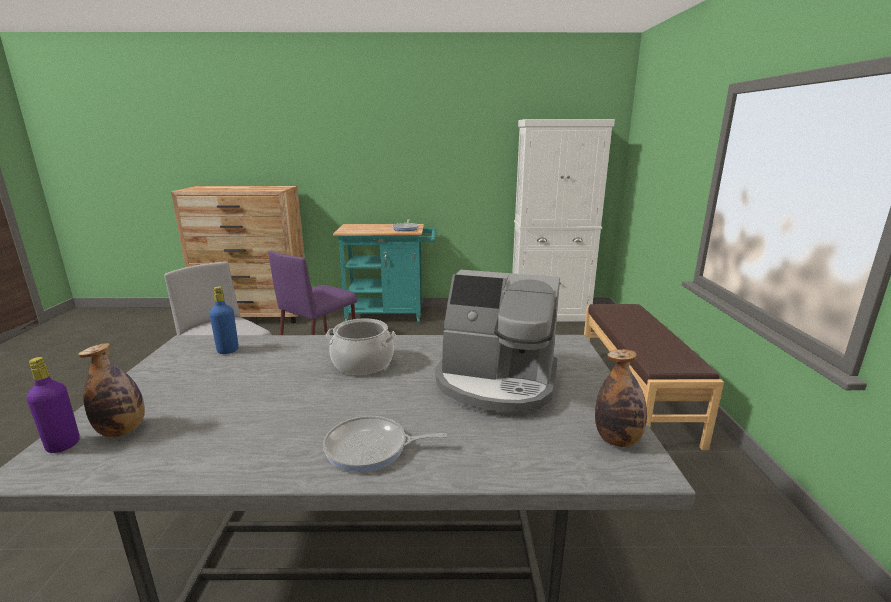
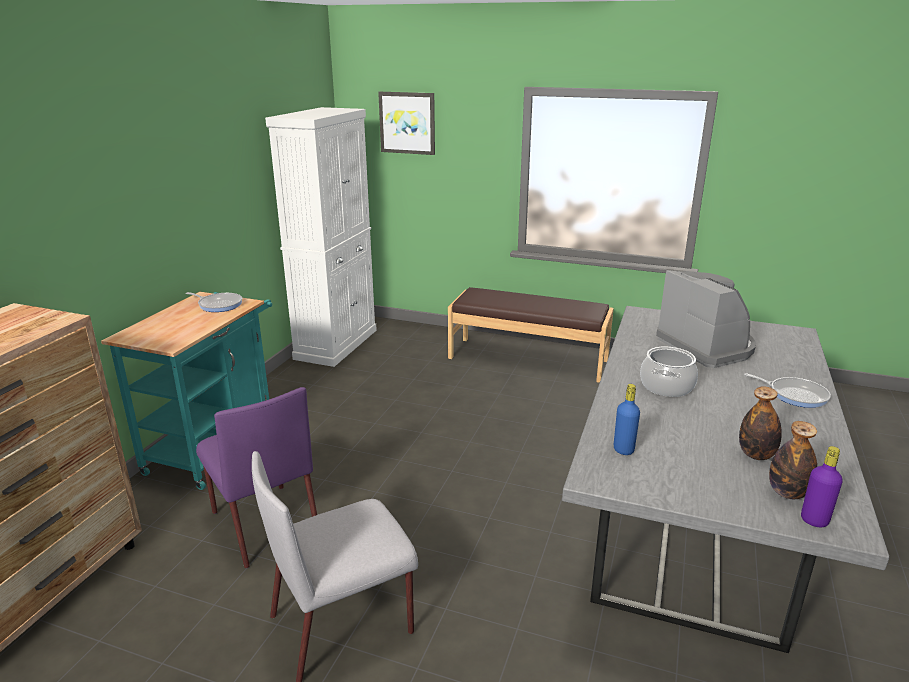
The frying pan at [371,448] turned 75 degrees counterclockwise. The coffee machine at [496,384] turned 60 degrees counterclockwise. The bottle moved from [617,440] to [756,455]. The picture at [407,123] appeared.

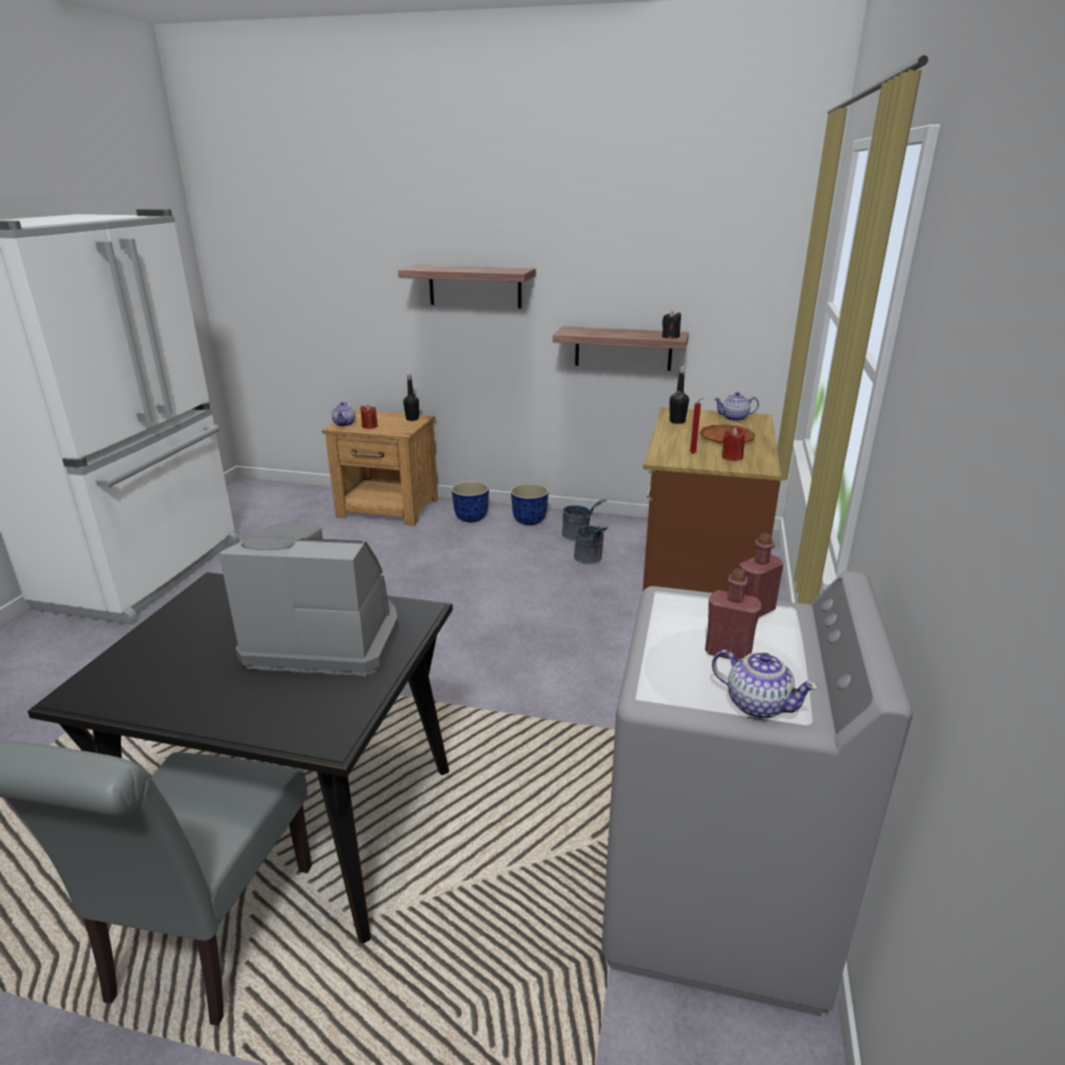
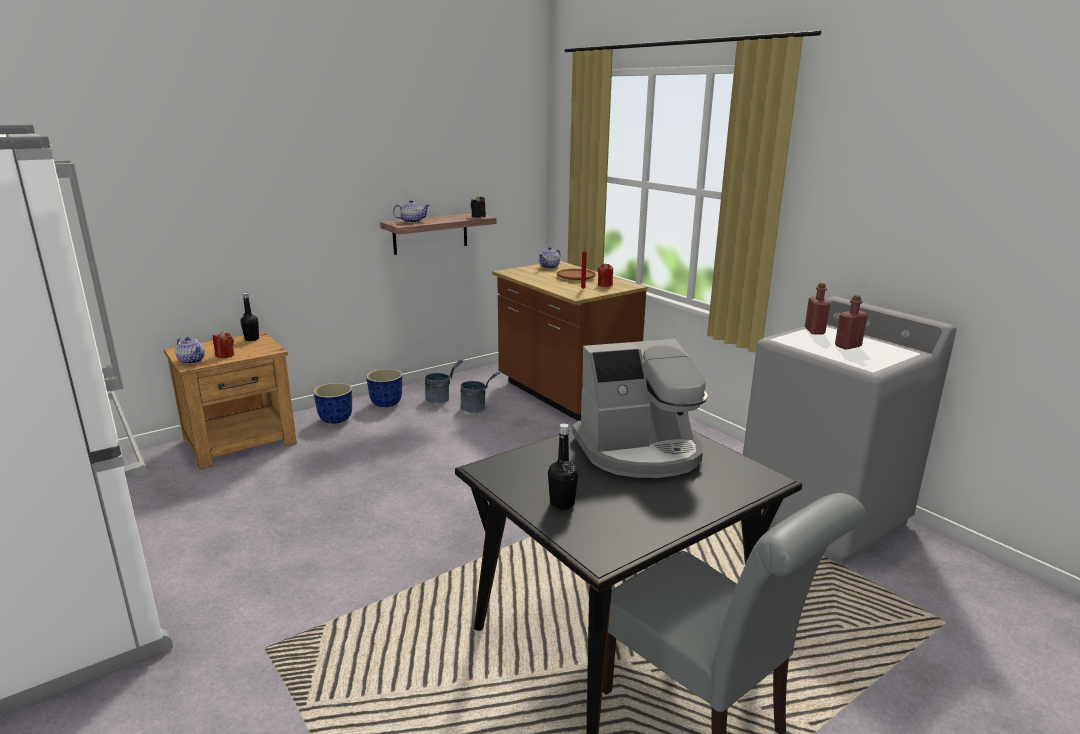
The coffee machine at [325,638] turned 150 degrees counterclockwise. The shelf at [475,286] disappeared. The bottle in black moved from [677,421] to [562,503]. The teapot moved from [757,704] to [412,221].

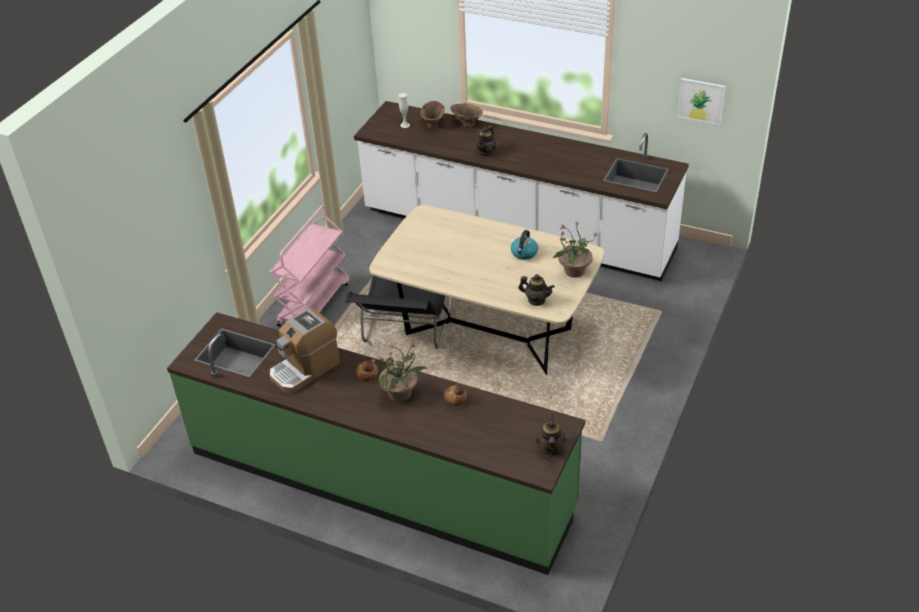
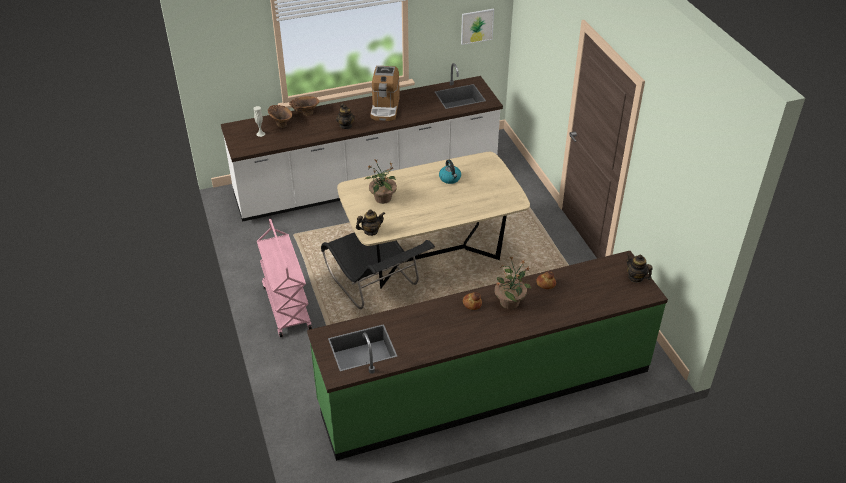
The coffee machine moved from [305,369] to [385,108]. The teapot moved from [536,300] to [371,231]. The potted plant moved from [573,271] to [382,198].

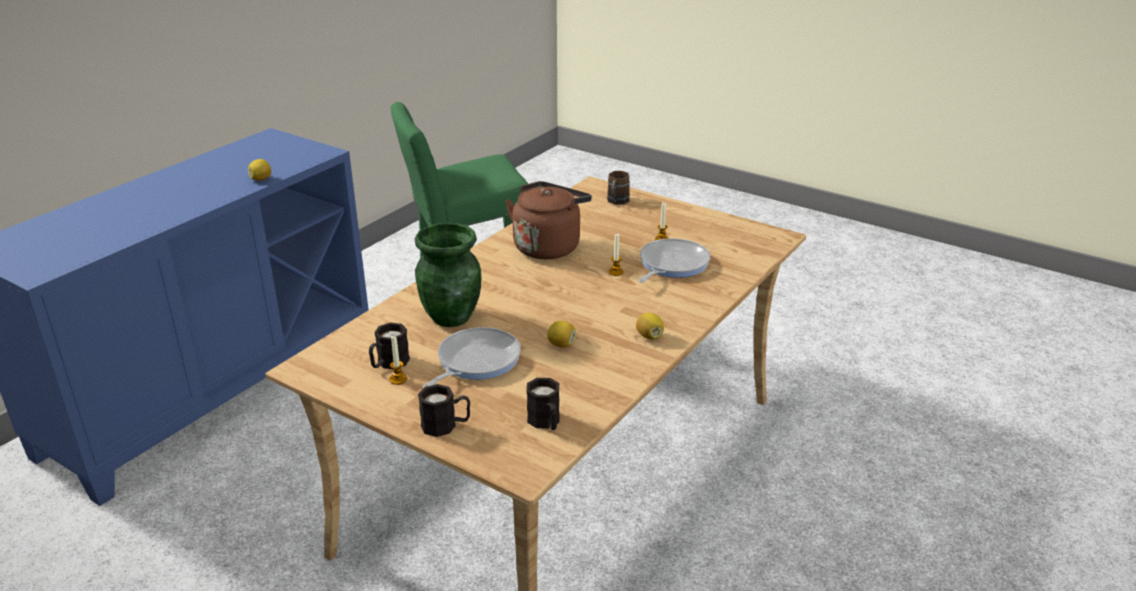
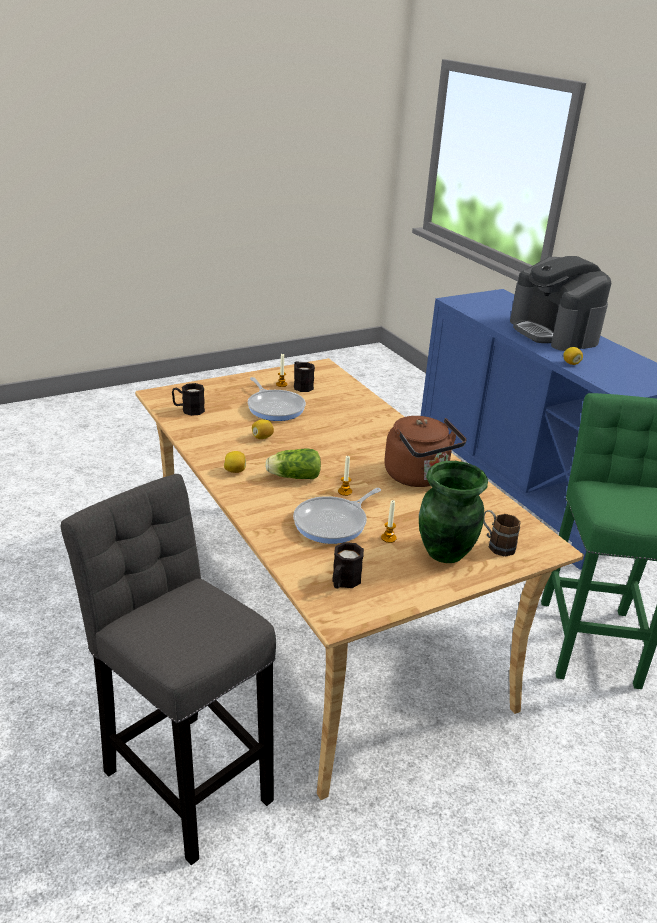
The vase in green moved from [452,317] to [445,553]. The mug in black moved from [446,425] to [343,582]. The frying pan at [671,265] turned 75 degrees clockwise. The stool in grey at [184,777] appeared. The lettuce at [292,476] appeared. The coffee machine at [554,332] appeared.

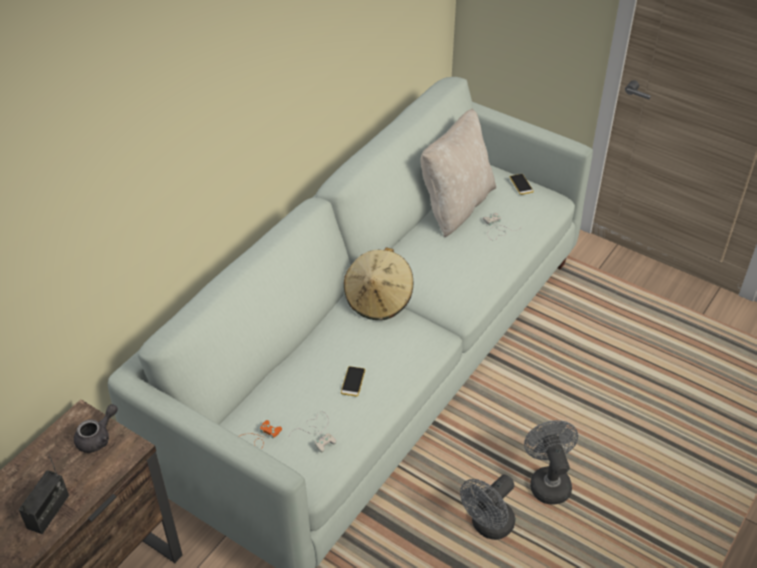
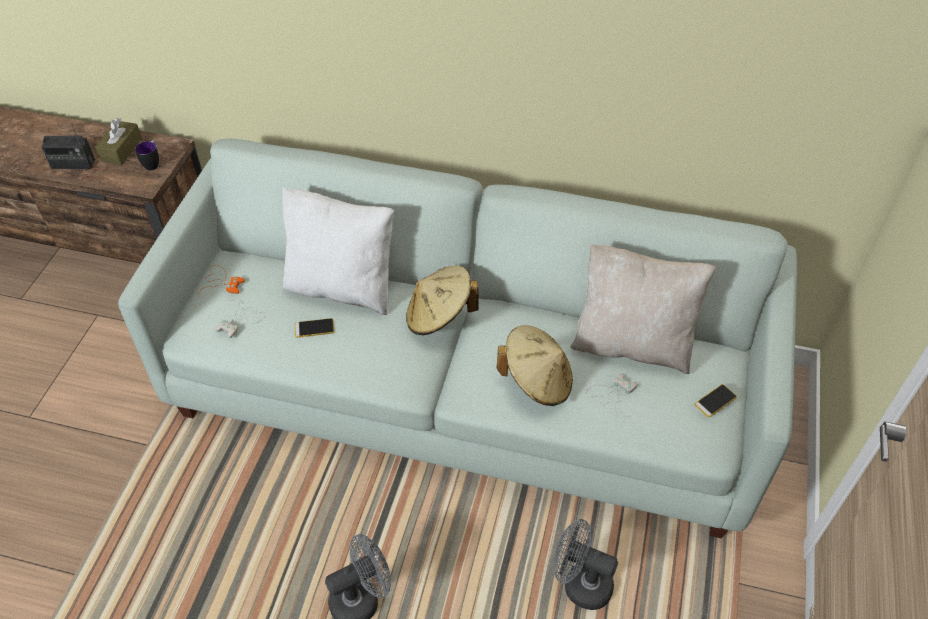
The teapot in grey at [98,437] was replaced by the mug at [153,163]. The fan in grey moved from [488,527] to [580,584]. The tissue box in brown at [121,150] appeared. The pillow in white at [342,287] appeared. The hat in beige at [537,381] appeared.

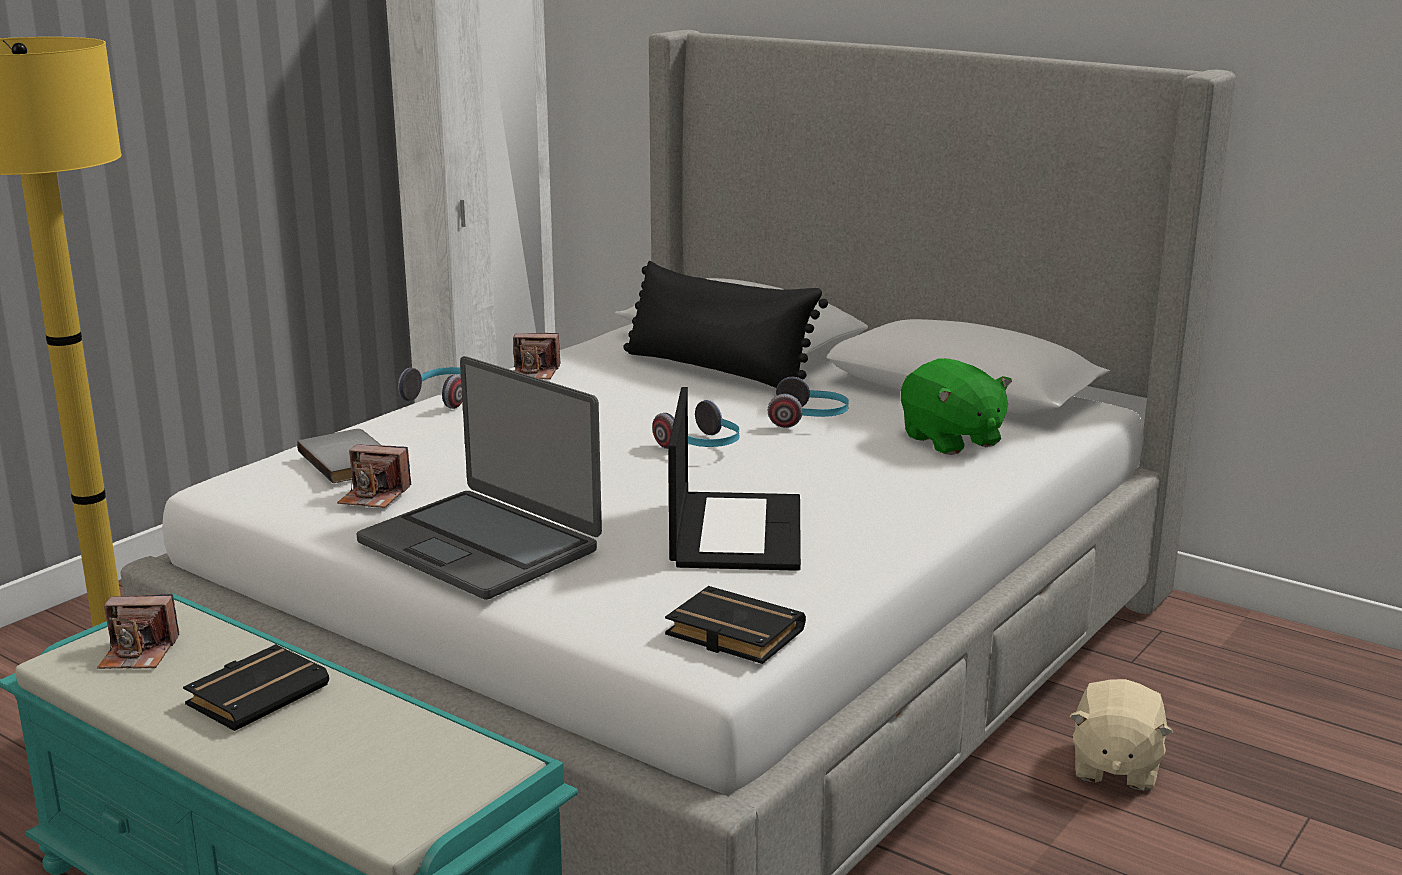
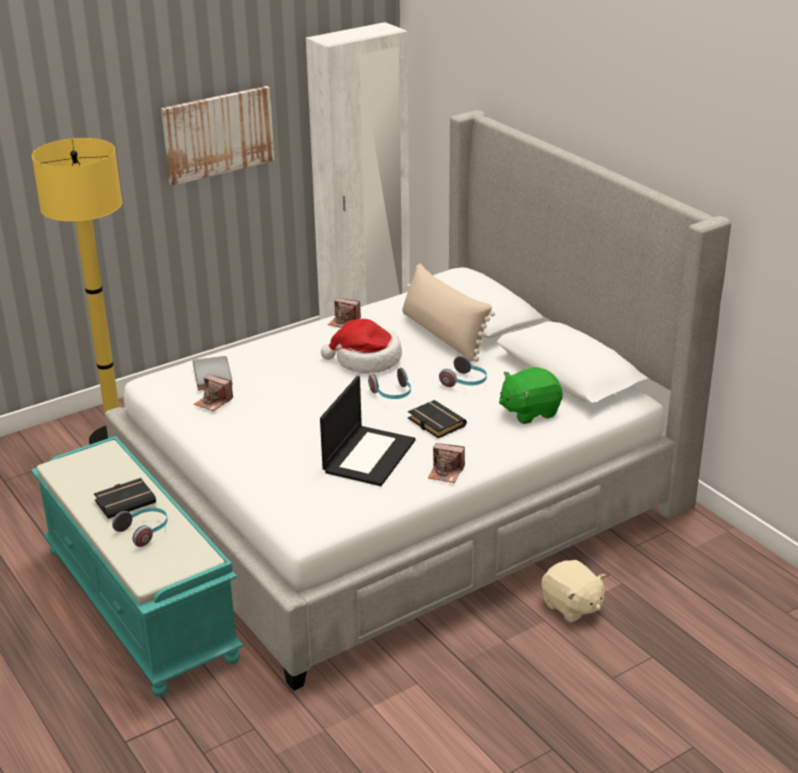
The photo camera moved from [139,654] to [446,472]. The laptop at [481,546] disappeared. The headphones moved from [444,397] to [145,531]. The pillow in black at [717,370] became the pillow in beige at [443,335]. The book in black moved from [730,634] to [434,423]. The plush toy in green at [951,440] turned 75 degrees clockwise. The plush toy in beige at [1114,767] turned 75 degrees counterclockwise. The picture at [218,134] appeared. The hat at [366,360] appeared.

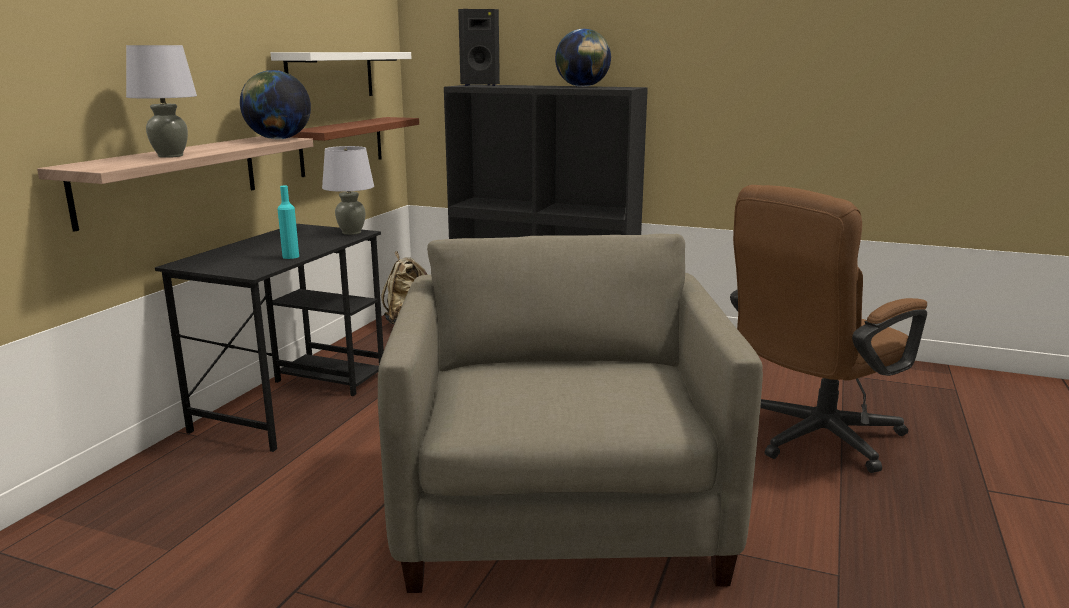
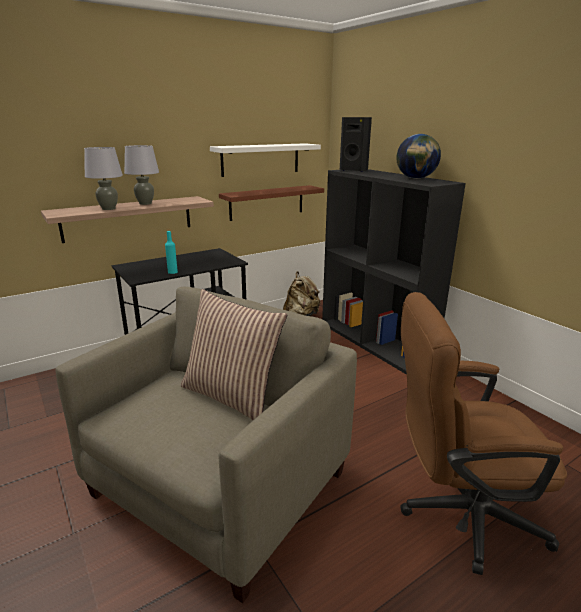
The globe at [278,139] disappeared. The table lamp in grey moved from [351,232] to [145,203]. The pillow at [232,396] appeared.

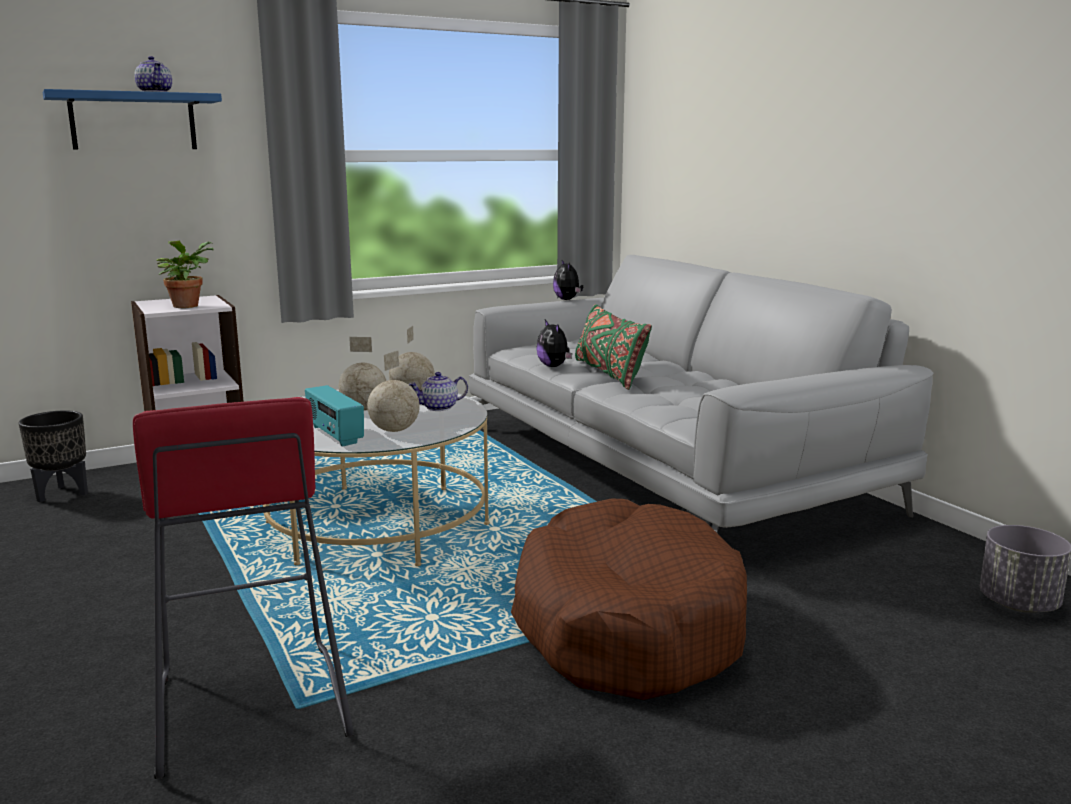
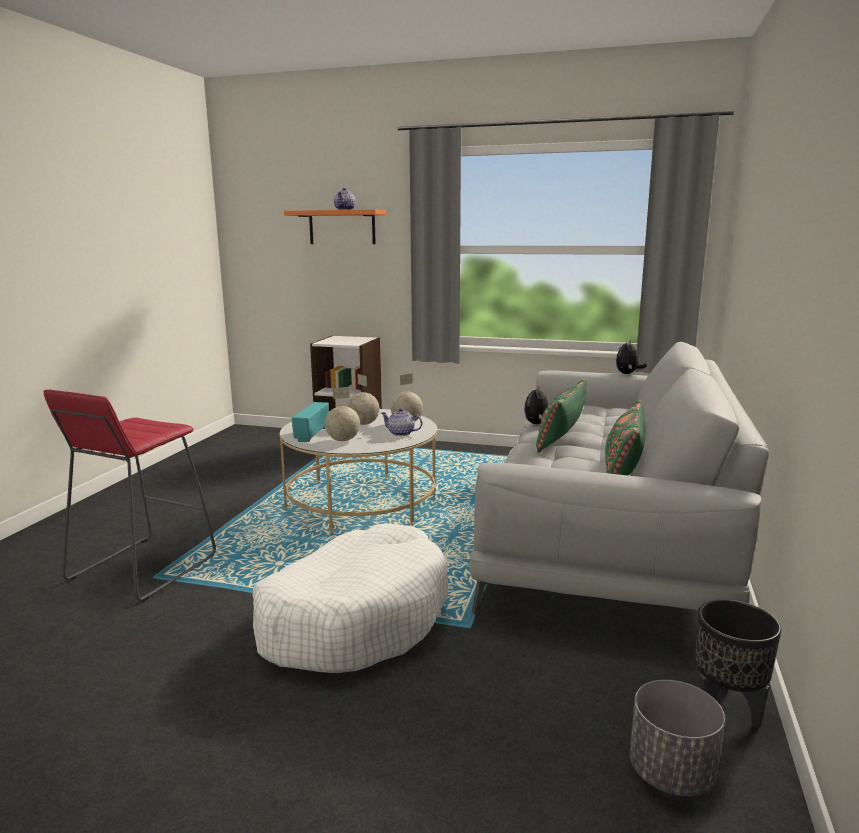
The planter in black moved from [62,494] to [727,710]. The shelf in blue at [133,121] became the shelf in orange at [342,227]. The potted plant at [187,305] disappeared. The dog bed in brown at [626,625] became the dog bed in white at [355,618]. The pillow in green at [623,470] appeared.

